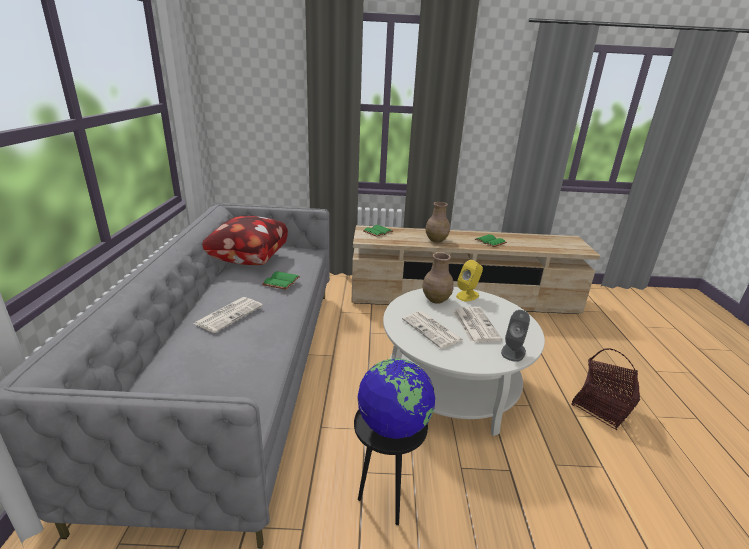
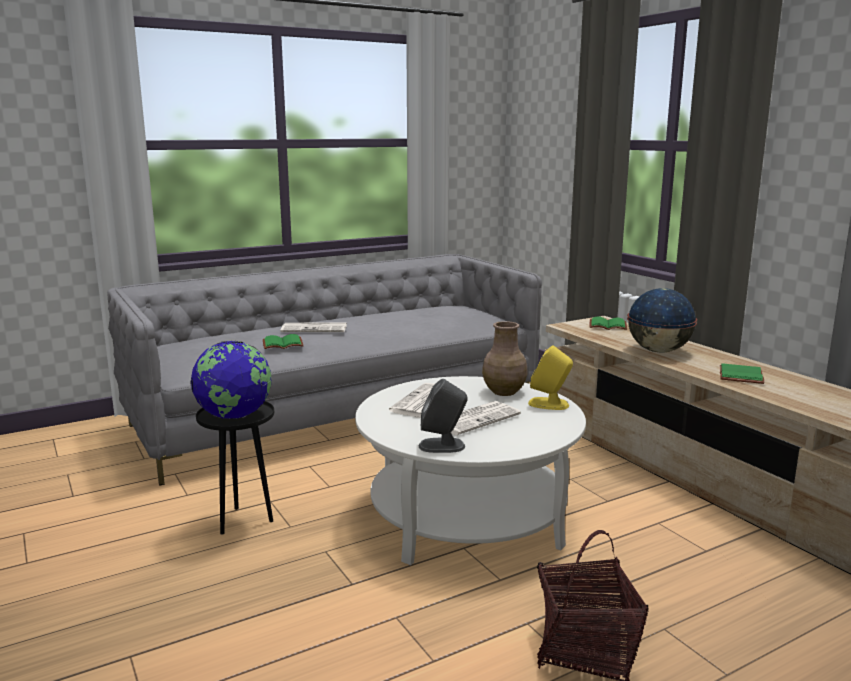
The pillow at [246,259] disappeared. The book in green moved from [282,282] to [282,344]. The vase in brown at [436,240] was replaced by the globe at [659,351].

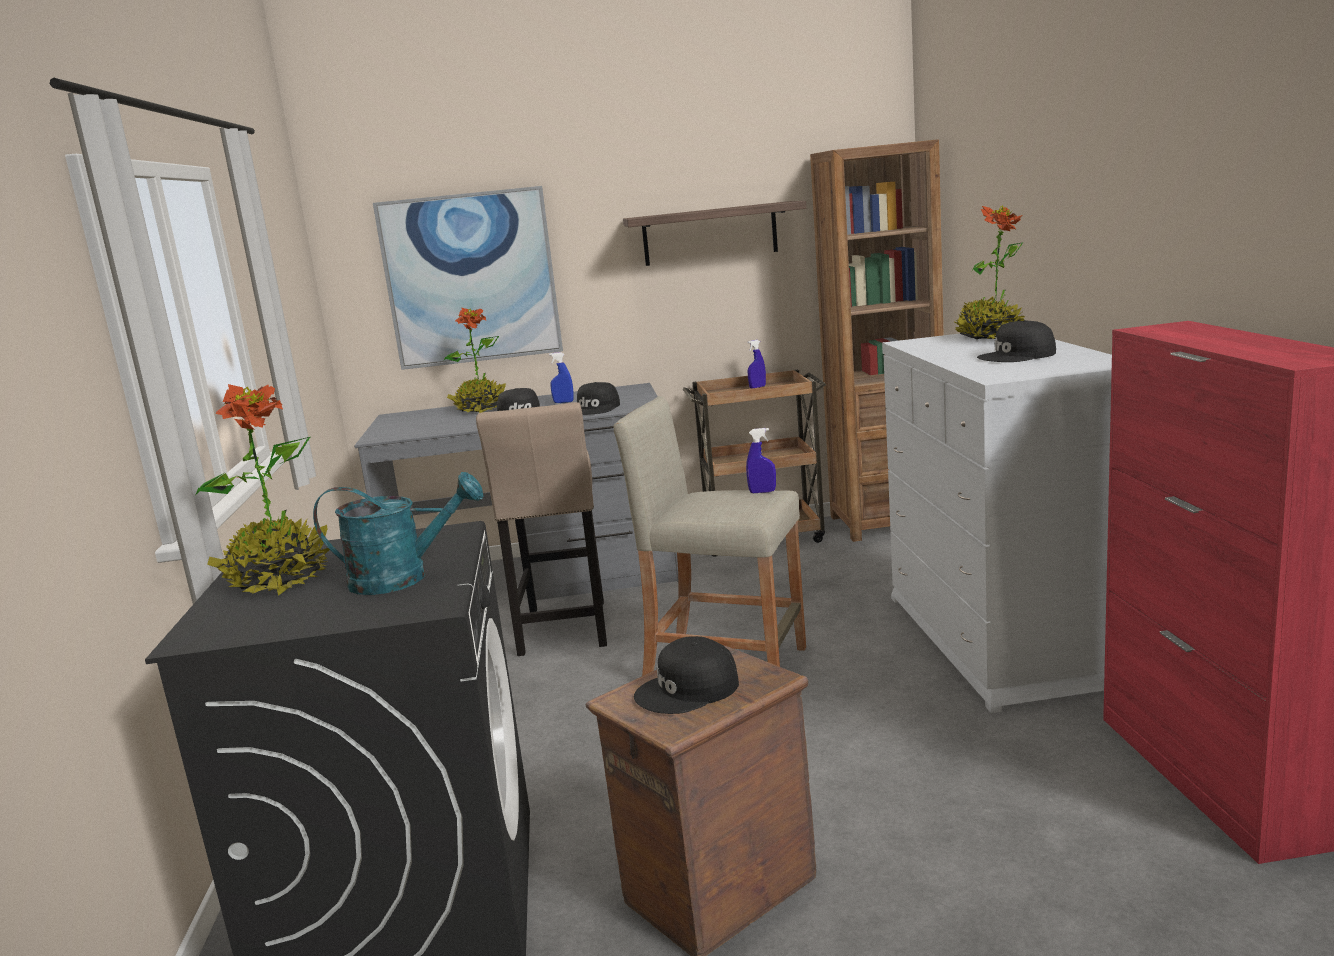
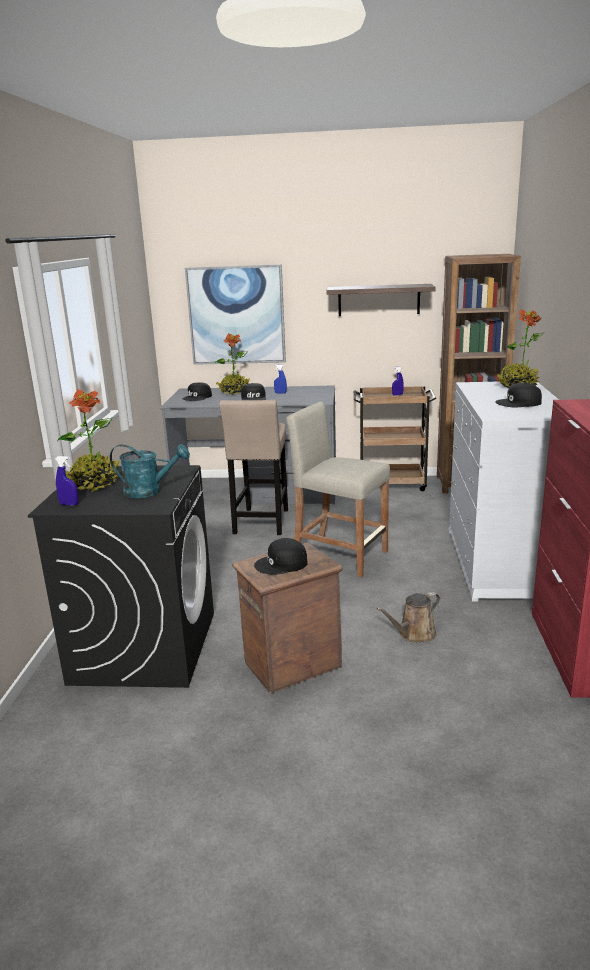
The cap in black moved from [596,408] to [197,397]. The spray bottle in blue moved from [762,492] to [69,504]. The watering can in brown at [414,634] appeared.

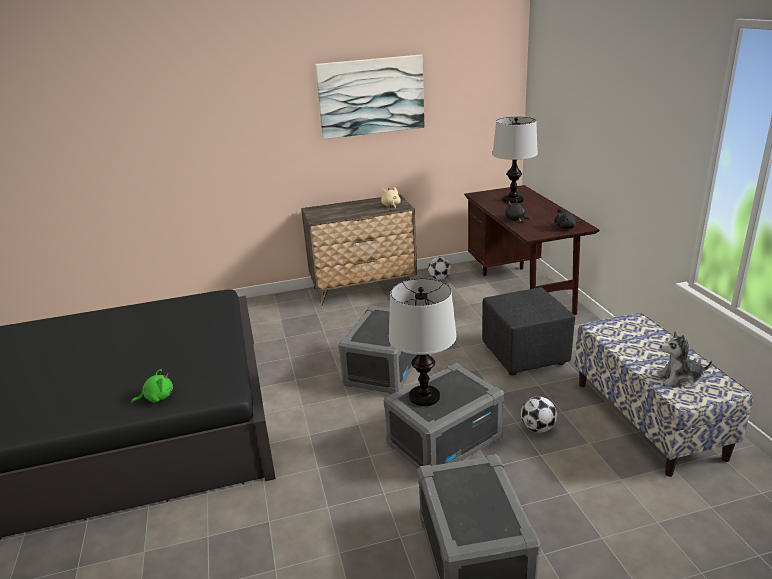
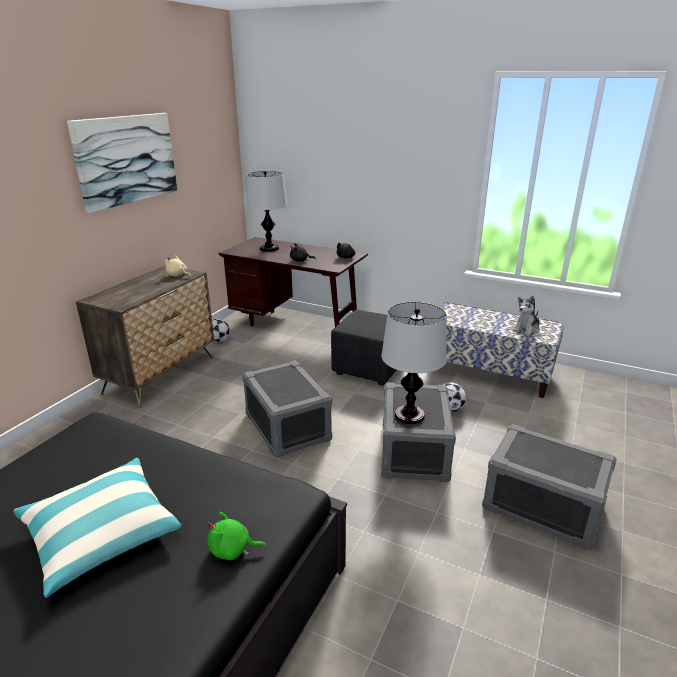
The plush toy in green at [157,397] turned 105 degrees counterclockwise. The pillow at [102,533] appeared.

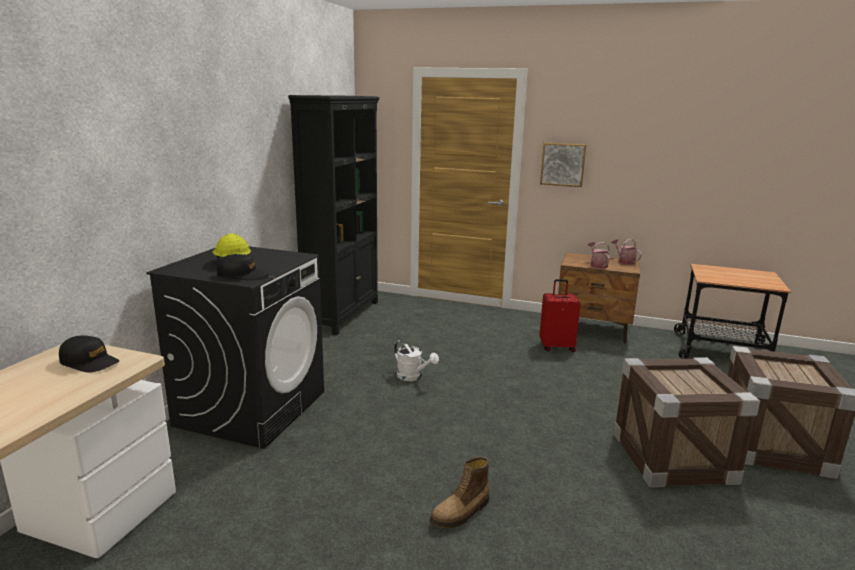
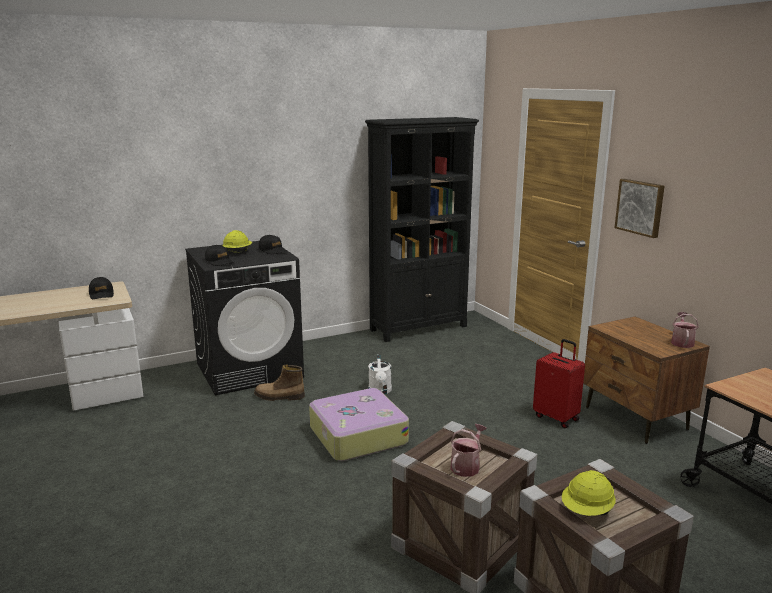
The boot moved from [461,513] to [279,397]. The watering can moved from [597,265] to [467,466]. The cap in black at [273,250] appeared. The suitcase at [357,435] appeared. The hard hat in yellow at [587,511] appeared.

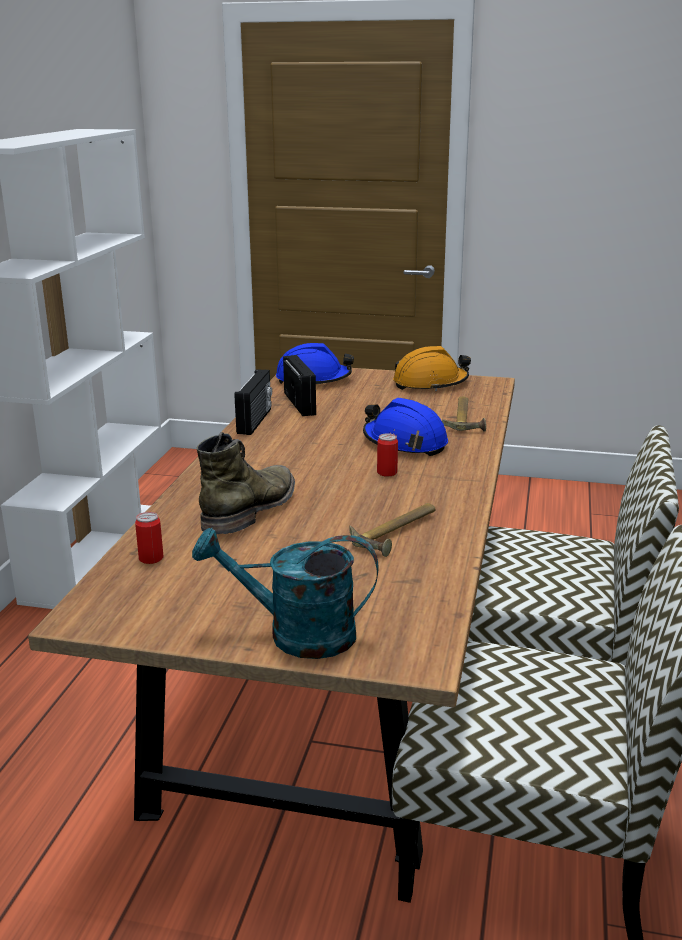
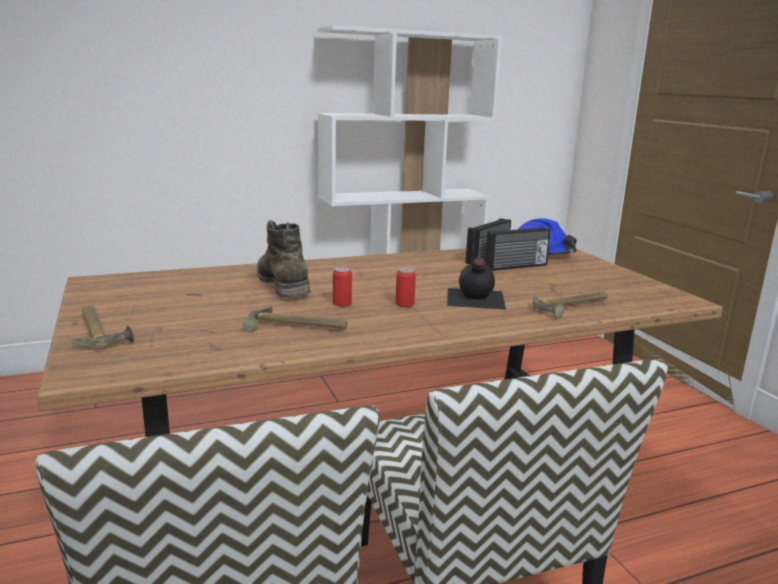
The can moved from [151,558] to [342,303]. The watering can in turquoise at [296,635] was replaced by the hammer at [100,331]. The boot in green at [251,509] turned 105 degrees counterclockwise. The radio moved from [256,421] to [516,266]. The hard hat in blue at [404,443] was replaced by the bottle in black at [474,298]. The hard hat in orange at [430,383] disappeared.

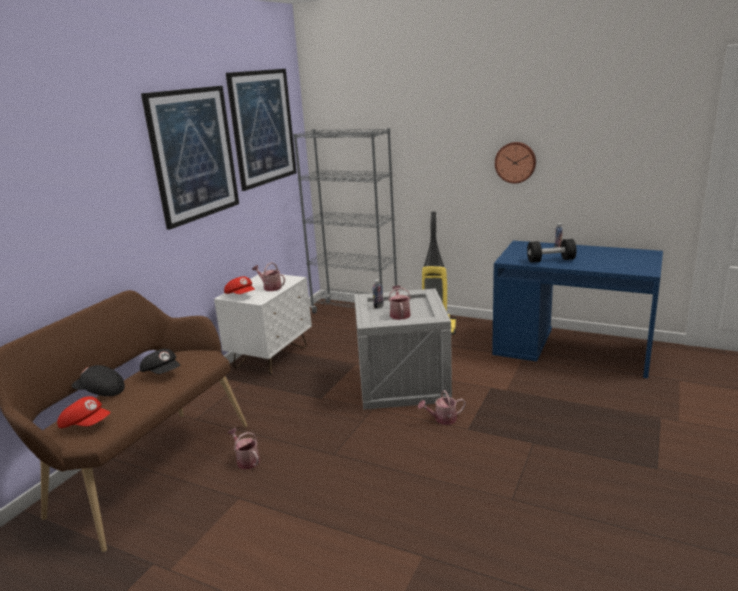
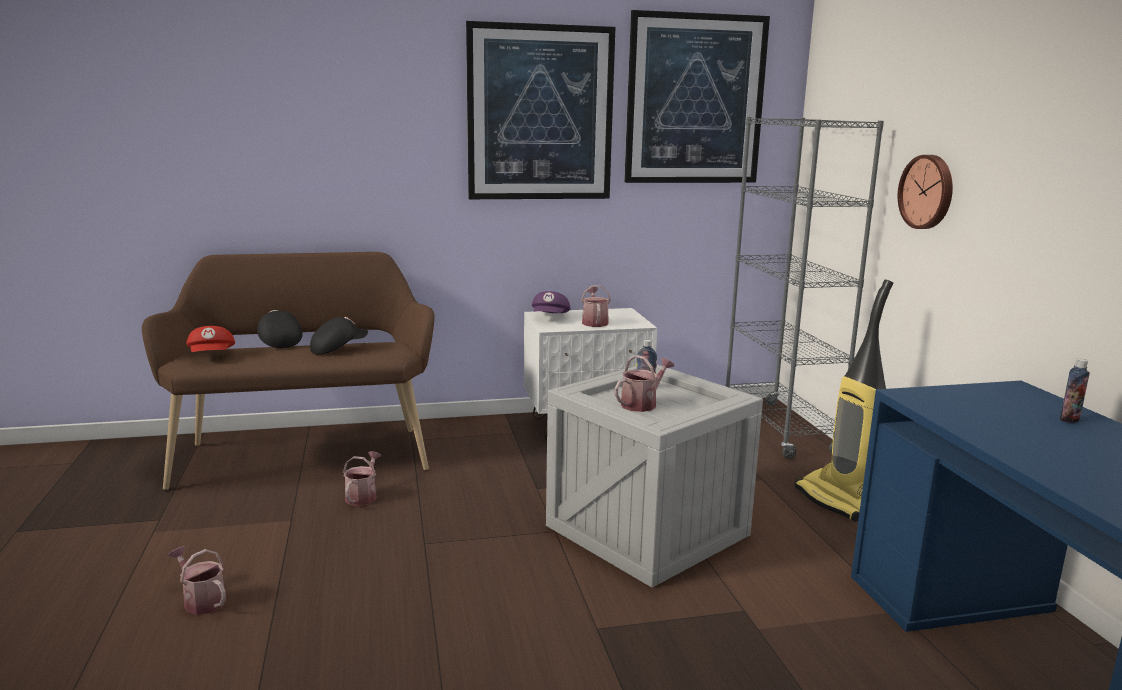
The cap in black at [162,372] turned 135 degrees counterclockwise. The cap in red at [241,295] became the cap in purple at [550,318]. The watering can moved from [442,419] to [201,600]. The wall clock moved from [515,162] to [928,192]. The dumbbell in black at [550,260] disappeared.

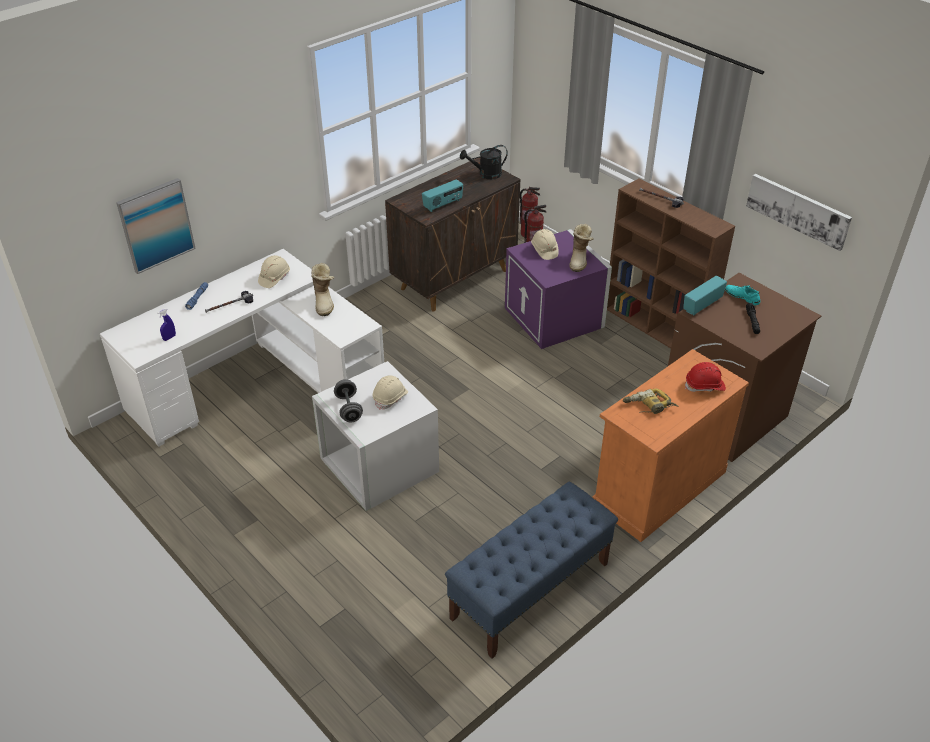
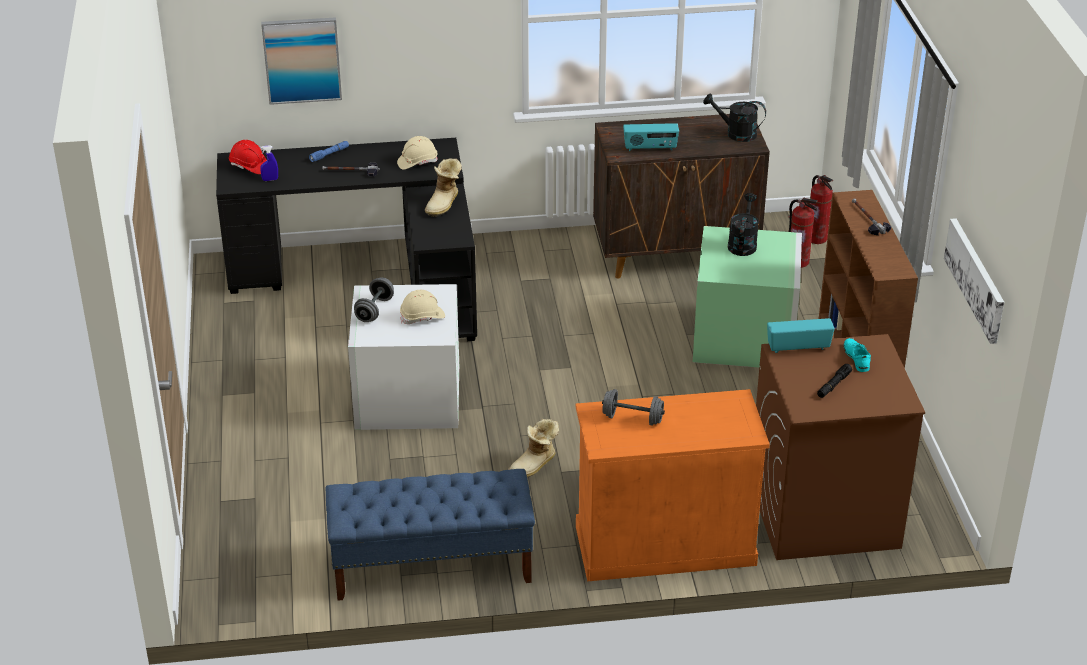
The desk in white at [260,384] became the desk in black at [372,277]. The storage box in purple at [555,317] became the storage box in green at [745,338]. The hard hat in beige at [544,250] was replaced by the watering can in black at [742,243]. The boot moved from [579,260] to [535,466]. The power drill at [649,406] was replaced by the dumbbell in grey at [632,418]. The hard hat in red moved from [705,386] to [249,166].

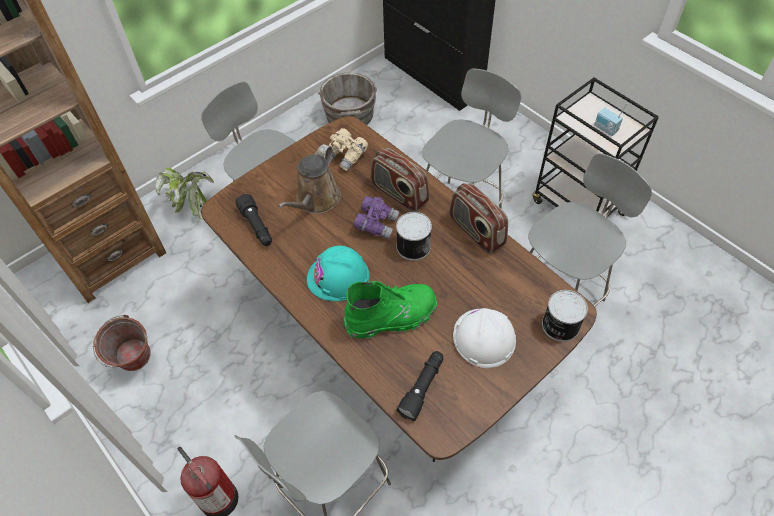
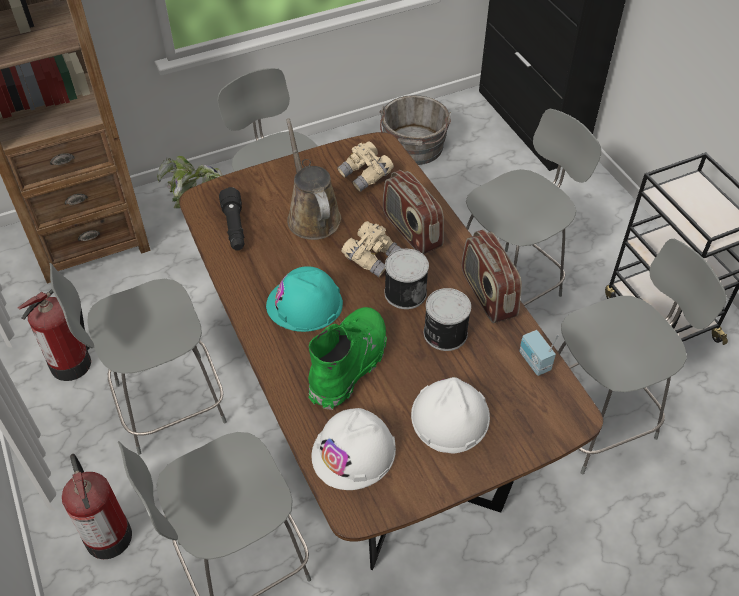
The bucket at [135,364] was replaced by the fire extinguisher at [73,362]. The watering can in brown at [316,200] turned 120 degrees clockwise. The boot in green at [392,317] turned 60 degrees counterclockwise. The binoculars in purple at [376,224] became the binoculars in beige at [372,257]. The flashlight in black at [422,387] was replaced by the hard hat in white at [354,452]. The can moved from [559,325] to [444,333]. The radio moved from [605,129] to [533,362]. The chair in grey at [165,405] appeared.

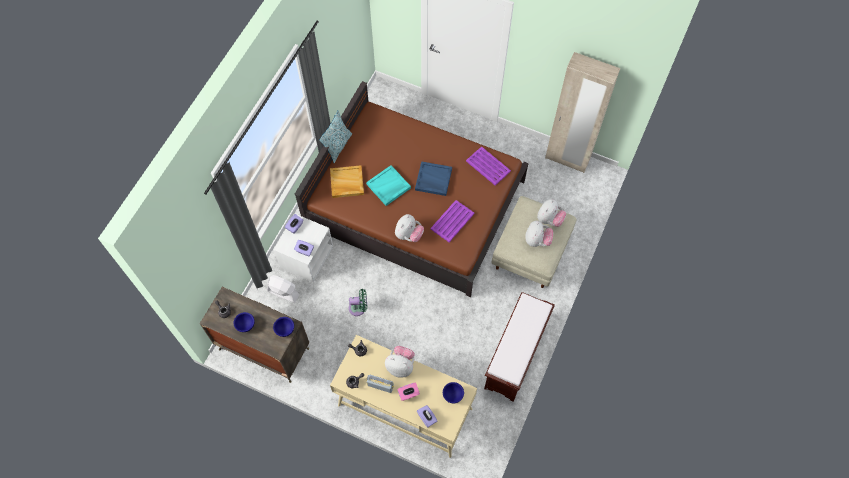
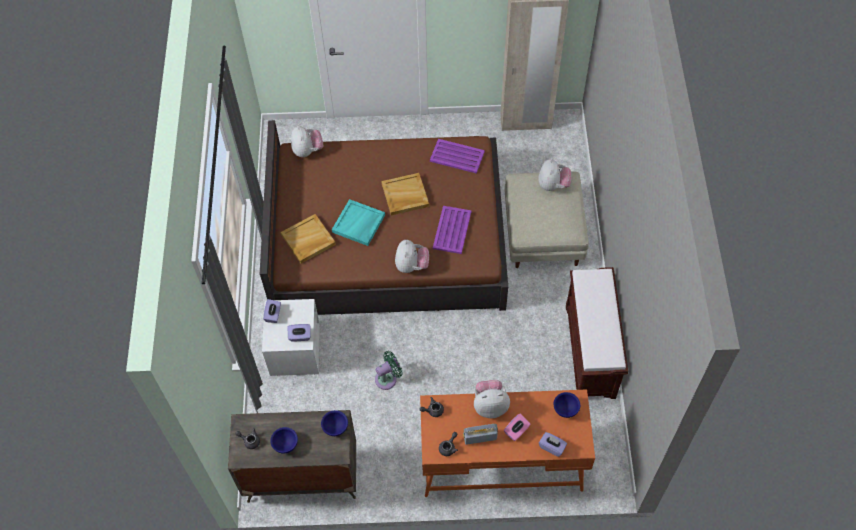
The fan in white at [283,292] disappeared. The pillow at [338,146] disappeared. The desk in beige at [404,406] became the desk in orange at [501,461]. The tray in blue at [433,179] became the tray in beige at [405,195]. The plush toy moved from [537,240] to [307,150].

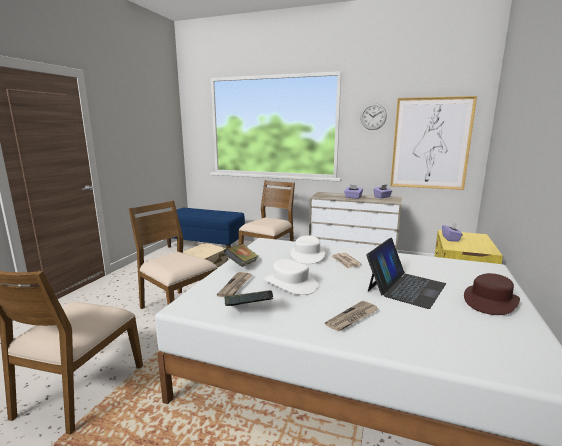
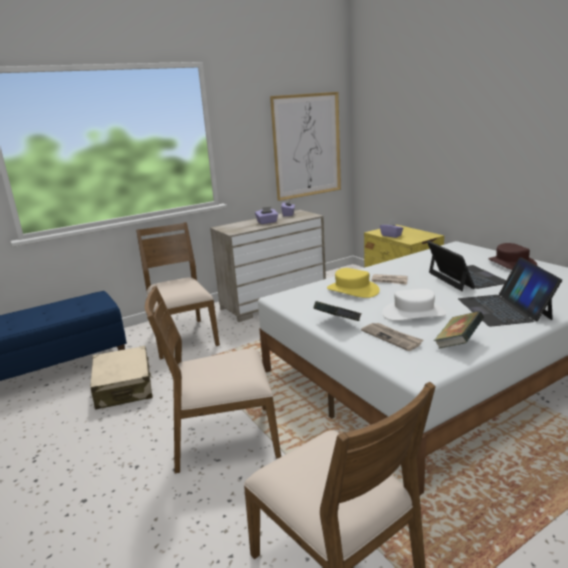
The hat in white at [307,255] became the hat in yellow at [352,290]. The newspaper at [352,318] was replaced by the laptop at [504,309]. The wall clock at [373,116] disappeared.

